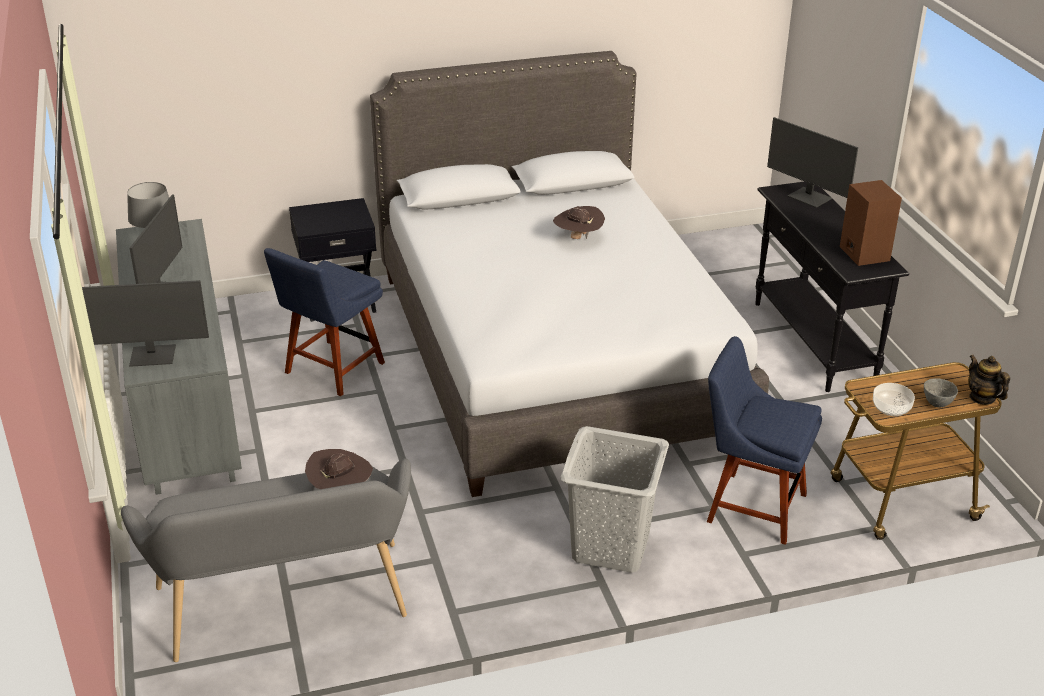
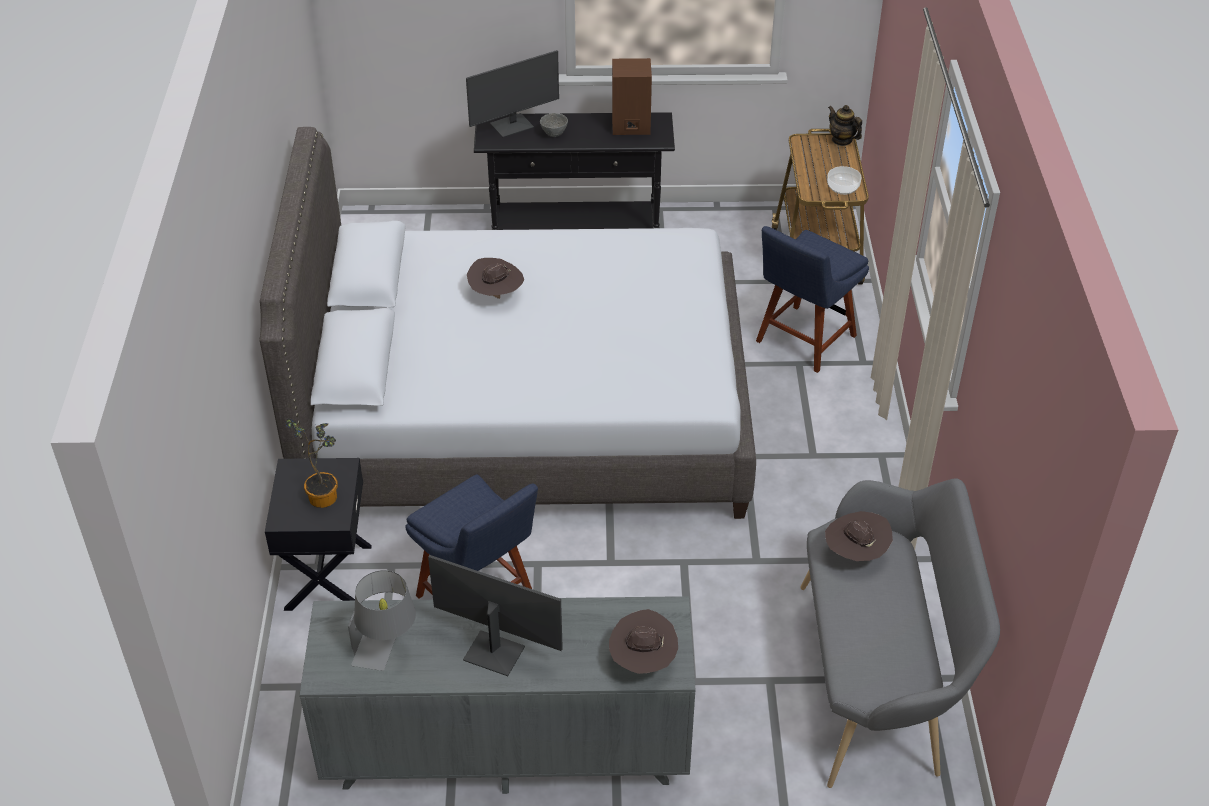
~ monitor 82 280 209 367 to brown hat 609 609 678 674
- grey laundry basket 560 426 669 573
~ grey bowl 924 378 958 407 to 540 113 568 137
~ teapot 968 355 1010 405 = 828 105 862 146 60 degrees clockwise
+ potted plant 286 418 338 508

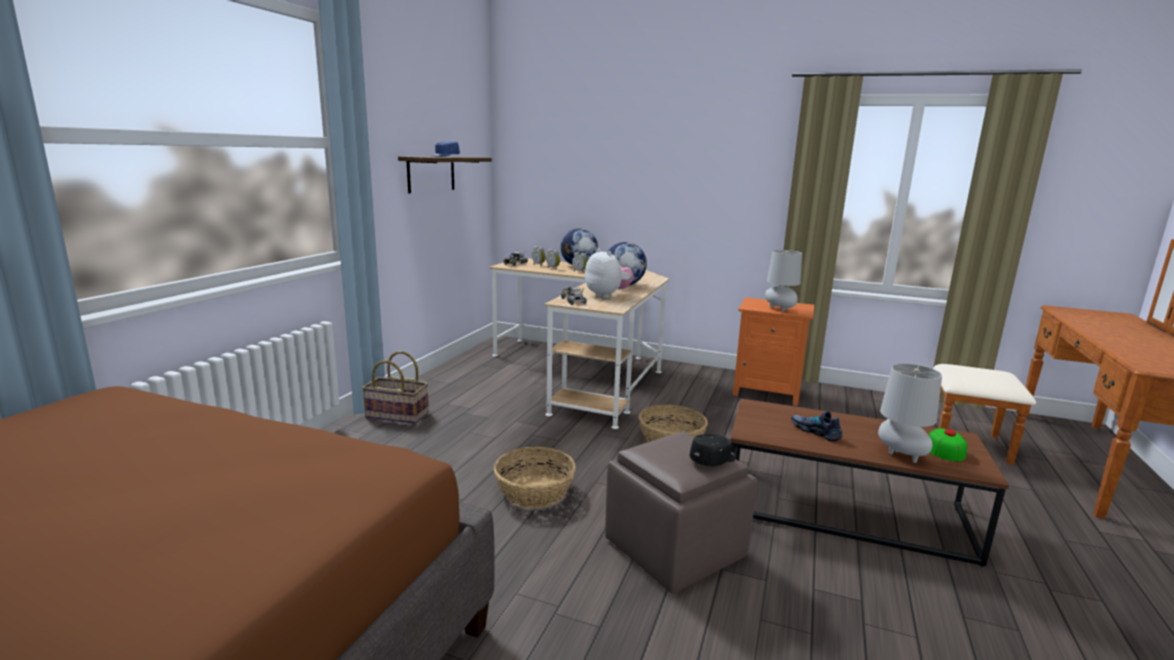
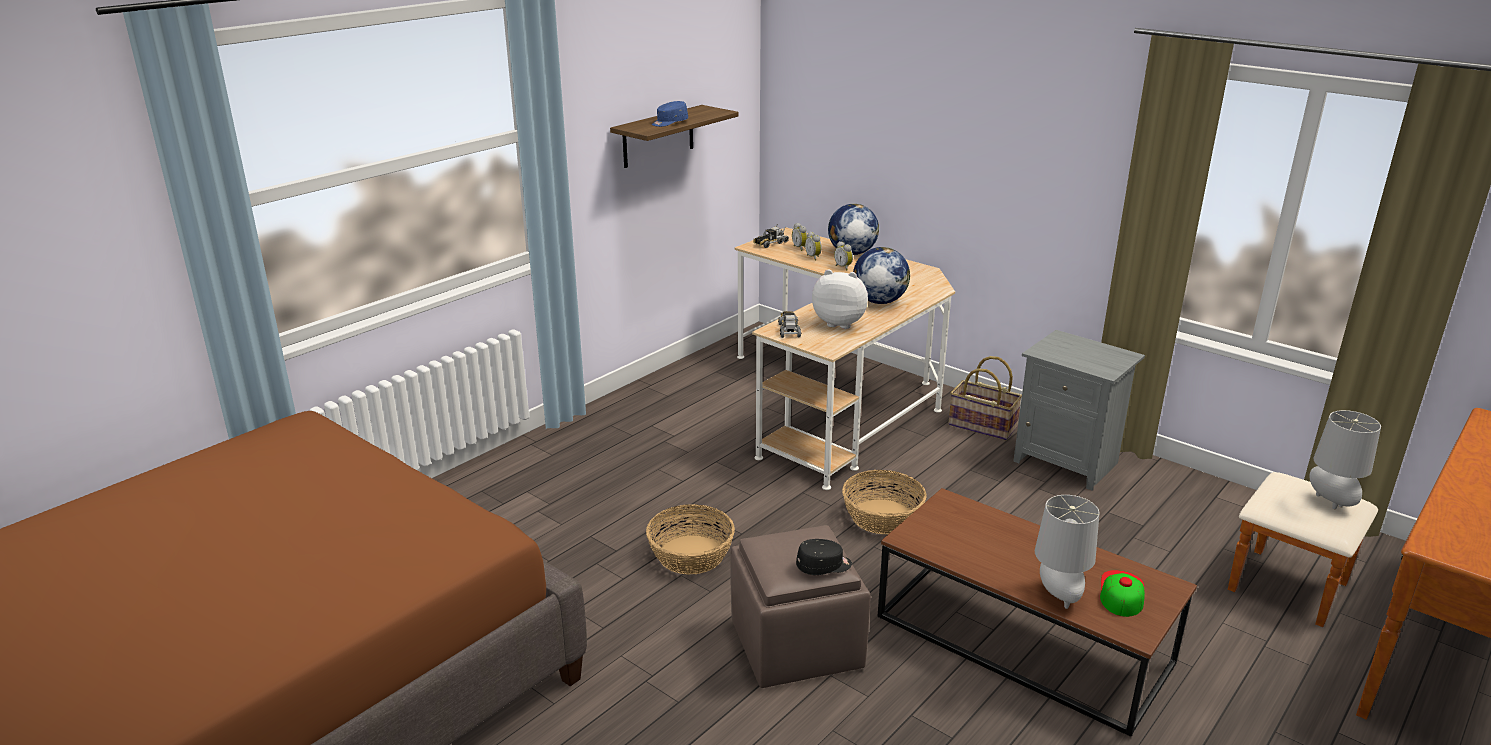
~ basket 362 351 429 424 to 948 356 1022 440
~ plush toy 585 248 634 298 = 812 269 868 329 60 degrees counterclockwise
~ orange nightstand 733 297 814 406 to grey nightstand 1013 330 1145 491
~ grey table lamp 765 250 802 312 to 1309 410 1381 509
- shoe 791 411 842 442

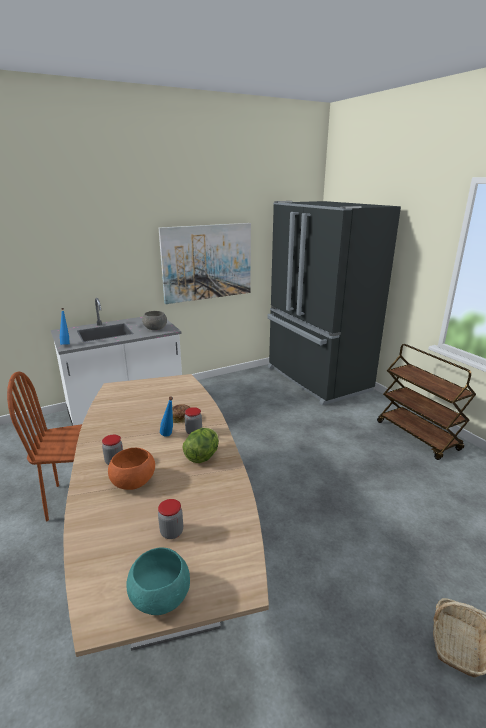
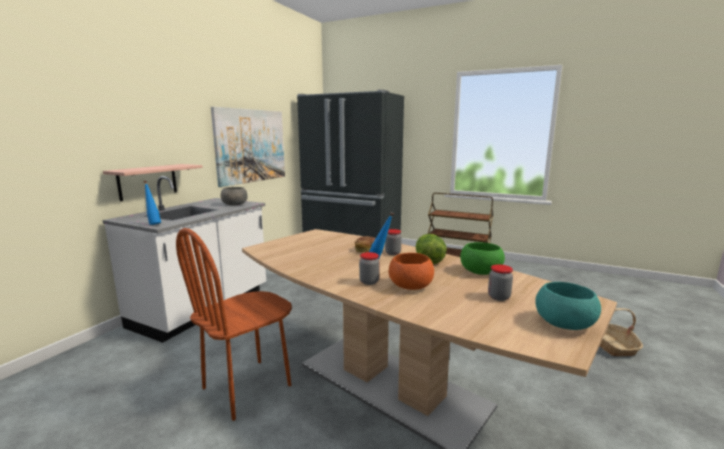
+ shelf 103 164 203 201
+ green bowl 460 242 505 275

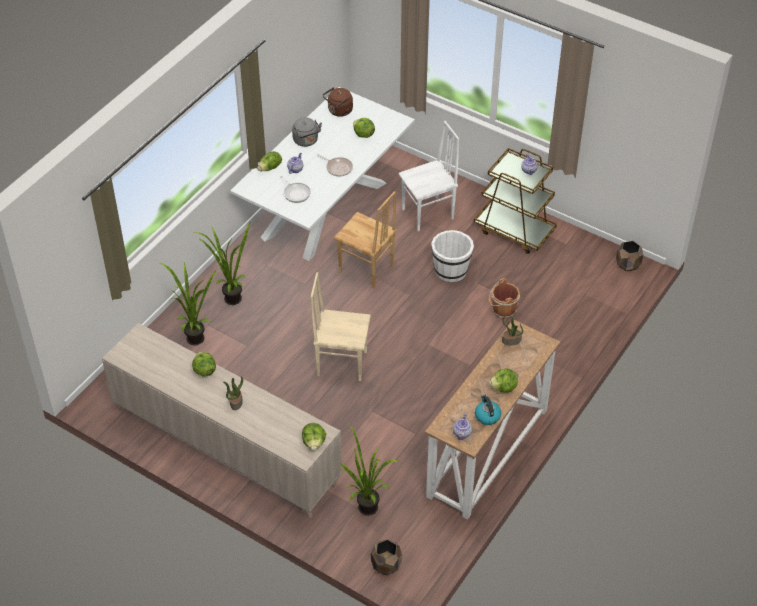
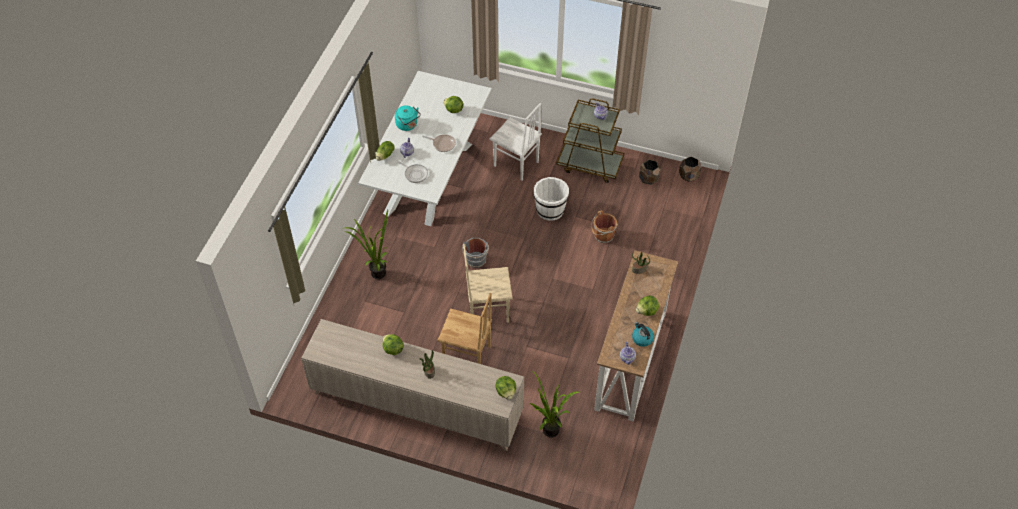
- potted plant 159 262 216 345
~ grey kettle 292 117 322 147 to turquoise kettle 395 105 421 131
- brown kettle 323 87 353 117
~ brown chair 334 191 397 289 to 438 293 492 364
~ brown planter 371 539 402 575 to 639 160 661 185
~ white chair 399 121 459 231 = 490 103 542 181 75 degrees clockwise
+ grey bucket 462 238 489 268

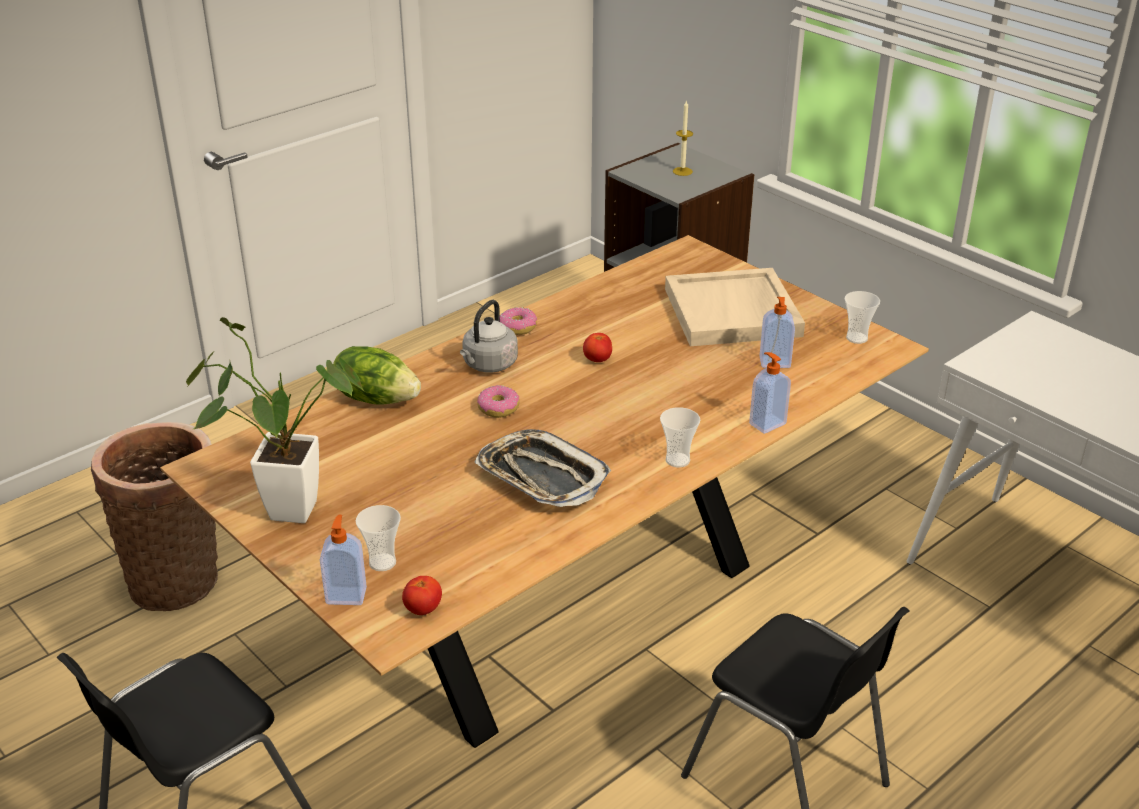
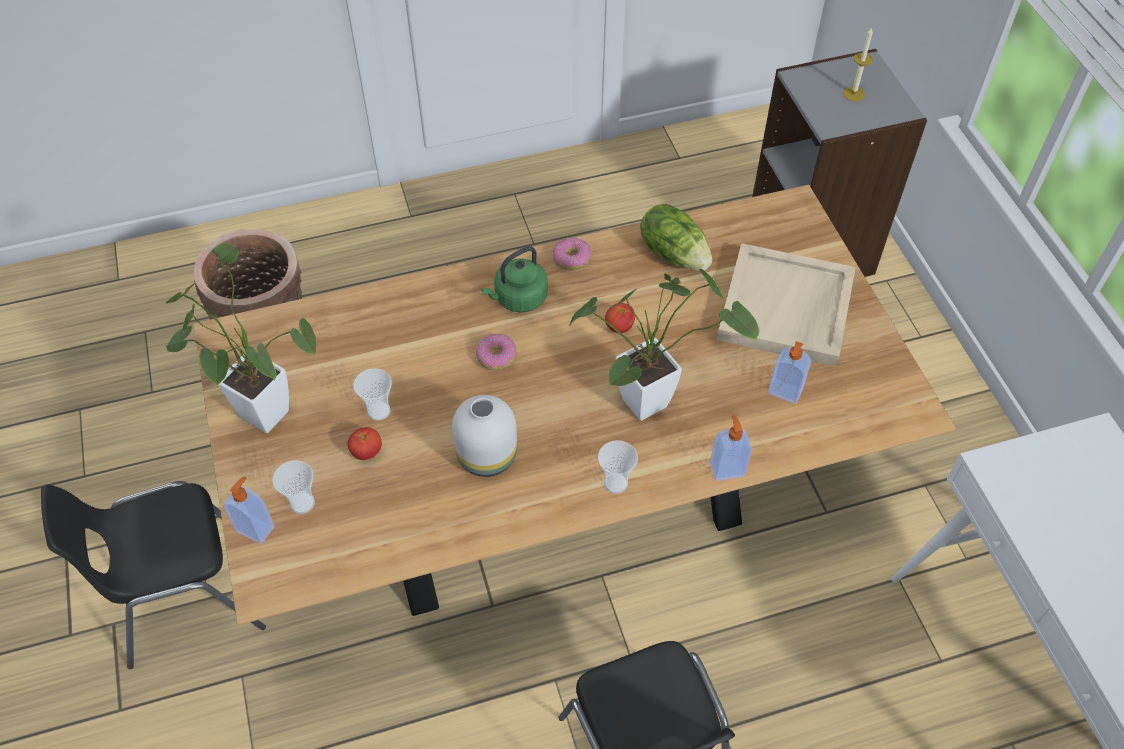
~ lettuce 333 346 421 405 to 640 204 712 271
~ tomato 402 576 442 615 to 347 427 382 460
~ grey kettle 460 300 518 373 to green kettle 481 246 548 312
~ tray 474 429 611 507 to white vase 452 395 517 477
~ cup 845 291 880 344 to 353 368 392 421
+ potted plant 568 269 759 421

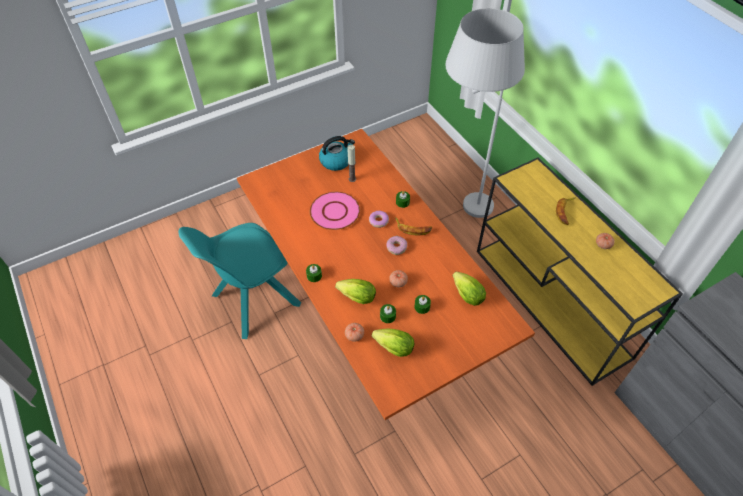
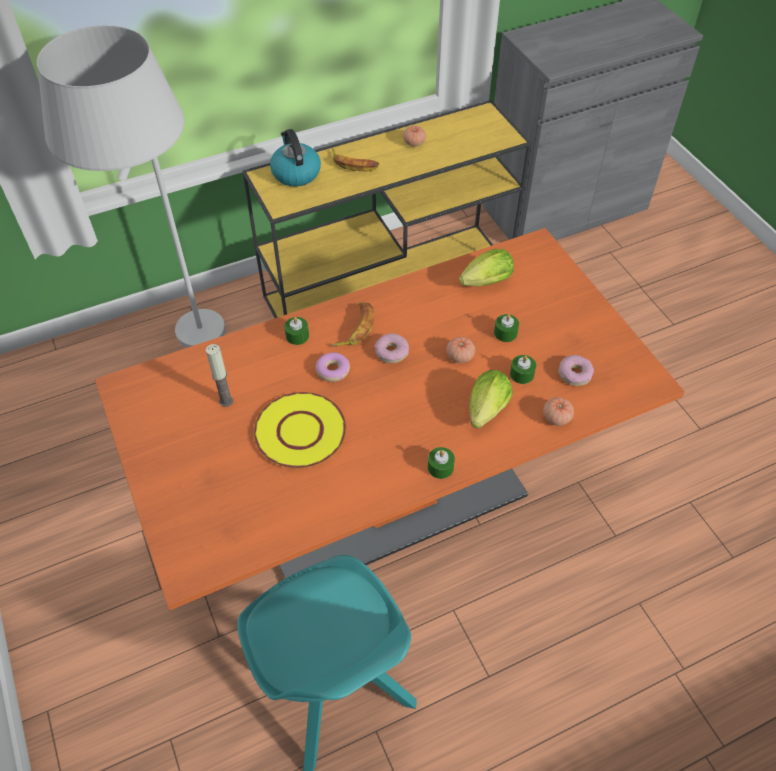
~ pink plate 310 192 360 230 to yellow plate 254 392 346 468
~ kettle 319 136 355 171 to 270 129 321 186
~ lettuce 372 329 414 357 to donut 559 355 594 386

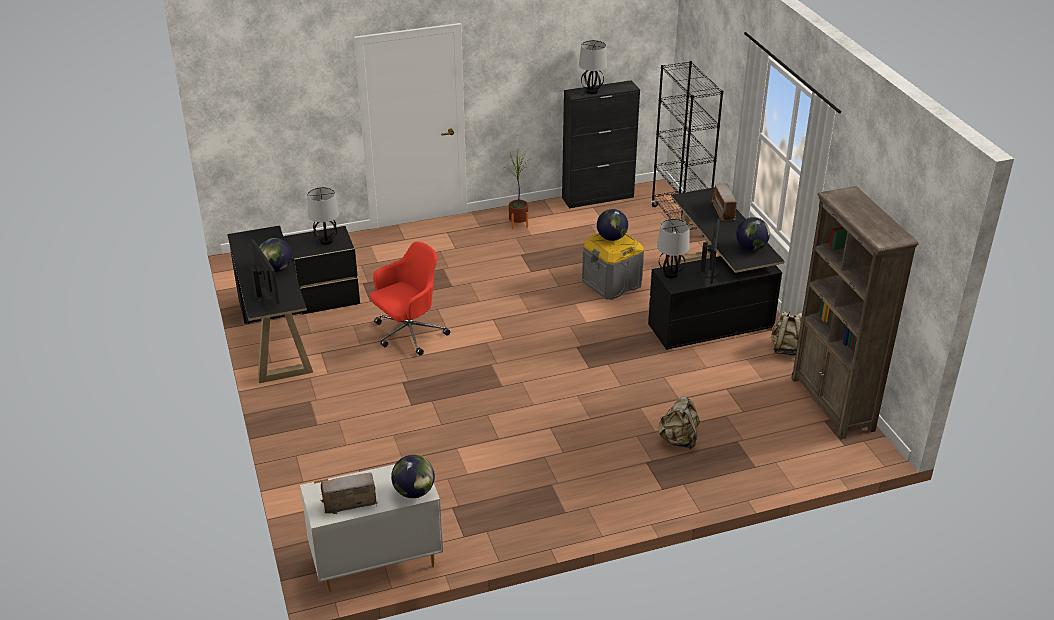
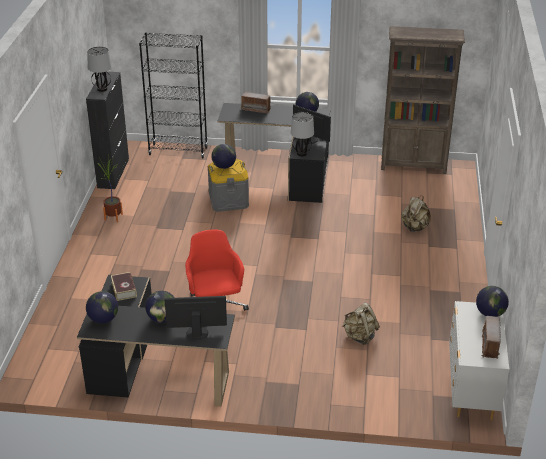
~ table lamp 307 187 339 245 to book 111 272 137 301
~ beige backpack 771 311 802 356 to 342 303 380 345
+ globe 86 291 118 323

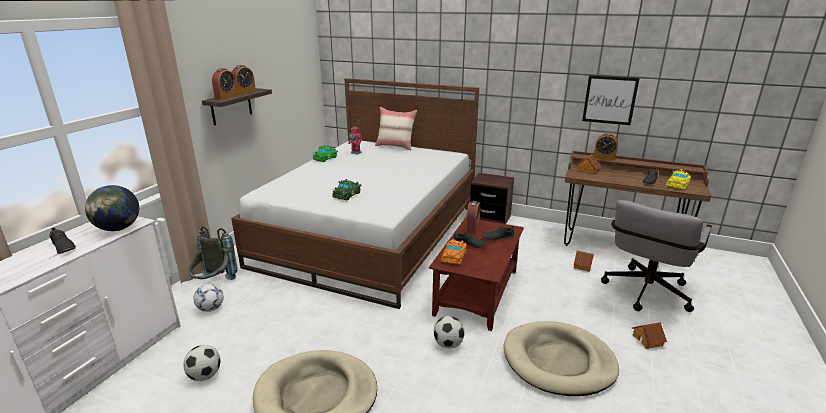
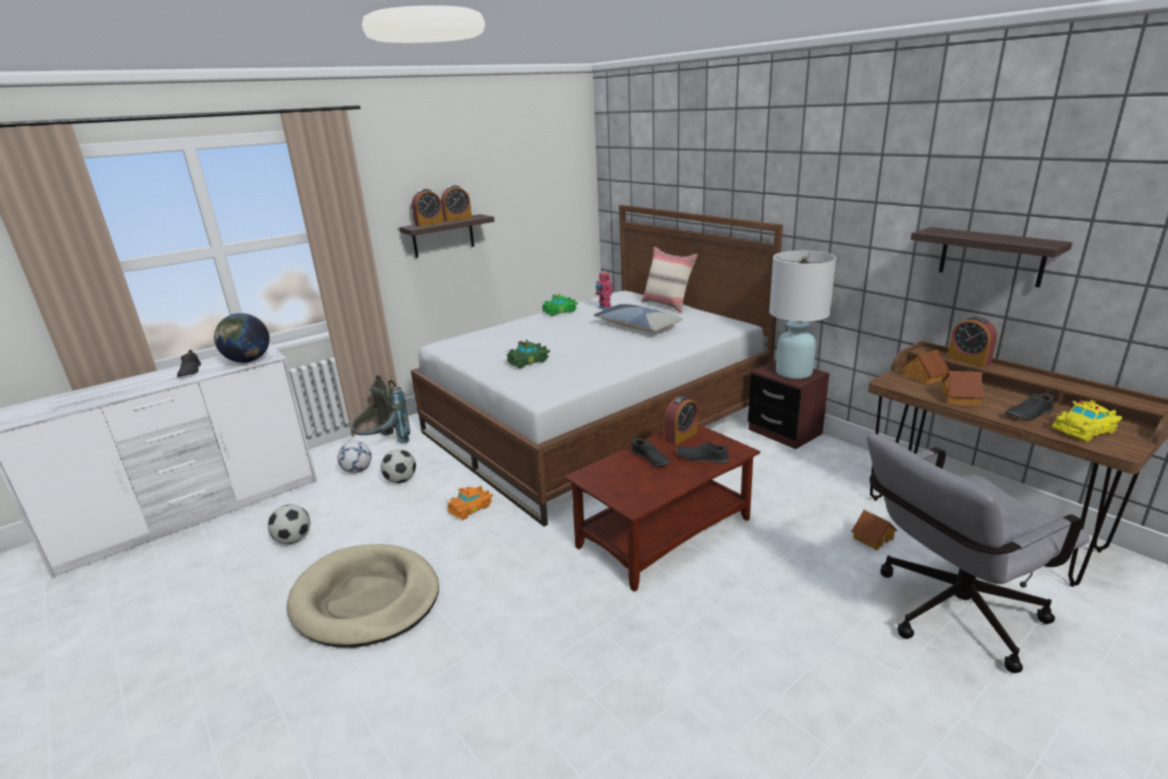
~ football 434 316 465 349 to 381 449 416 483
~ orange toy car 441 239 467 265 to 446 486 493 520
- beige dog bed 504 321 619 396
~ picture 582 75 640 125 to shelf 911 227 1072 287
~ toy house 632 322 667 349 to 942 371 984 406
+ pillow 594 304 683 332
+ white table lamp 769 251 836 379

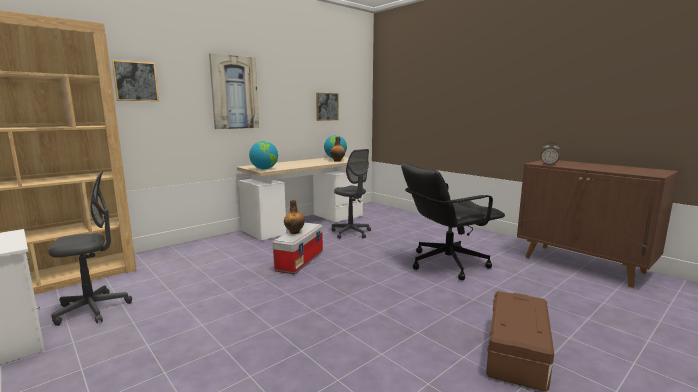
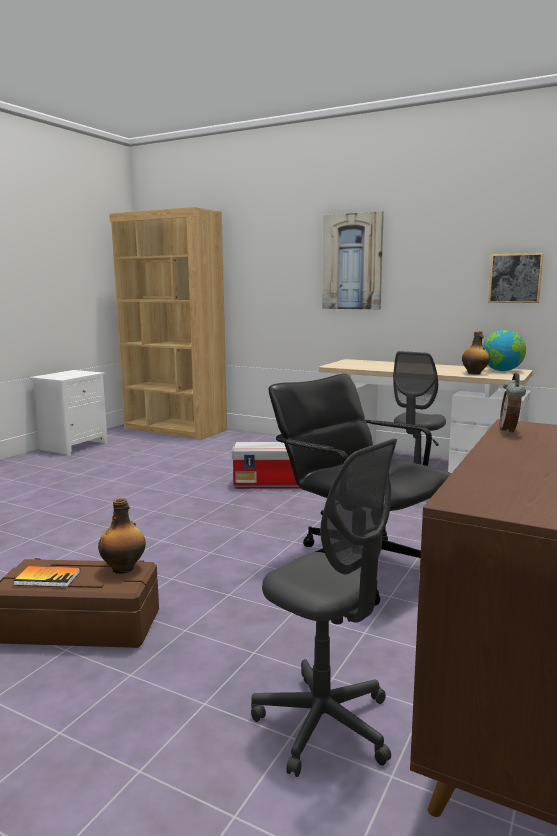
~ grey office chair 48 170 132 326 to 251 438 397 777
- picture 112 60 159 101
- globe 249 141 278 169
~ bottle 284 200 305 234 to 98 498 146 574
+ book 13 566 80 587

